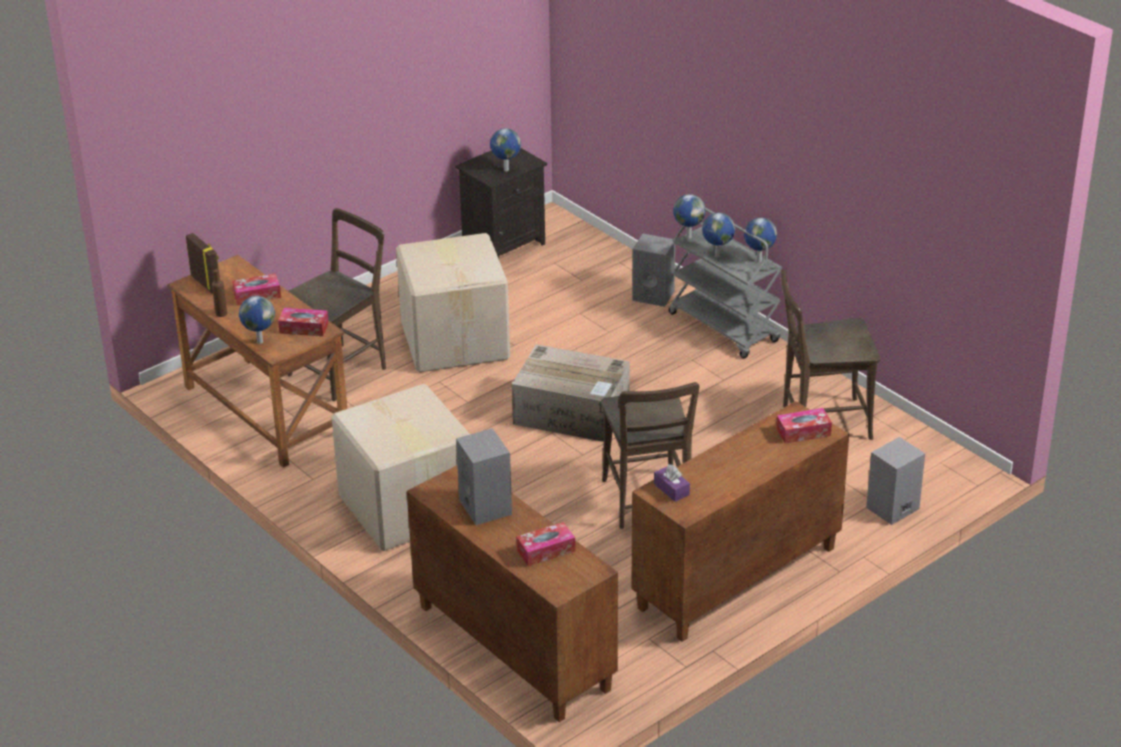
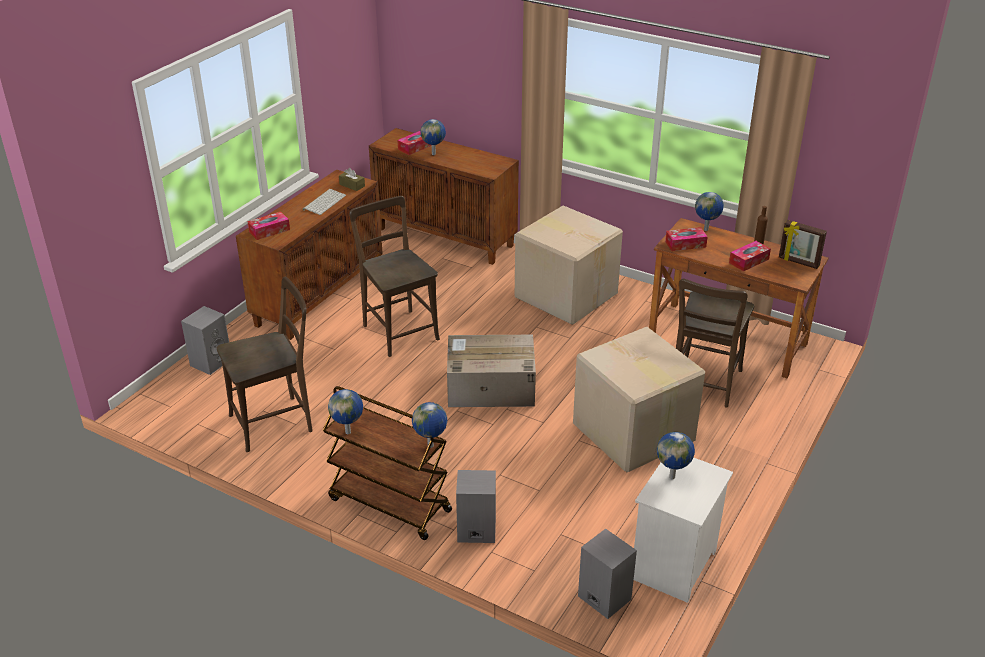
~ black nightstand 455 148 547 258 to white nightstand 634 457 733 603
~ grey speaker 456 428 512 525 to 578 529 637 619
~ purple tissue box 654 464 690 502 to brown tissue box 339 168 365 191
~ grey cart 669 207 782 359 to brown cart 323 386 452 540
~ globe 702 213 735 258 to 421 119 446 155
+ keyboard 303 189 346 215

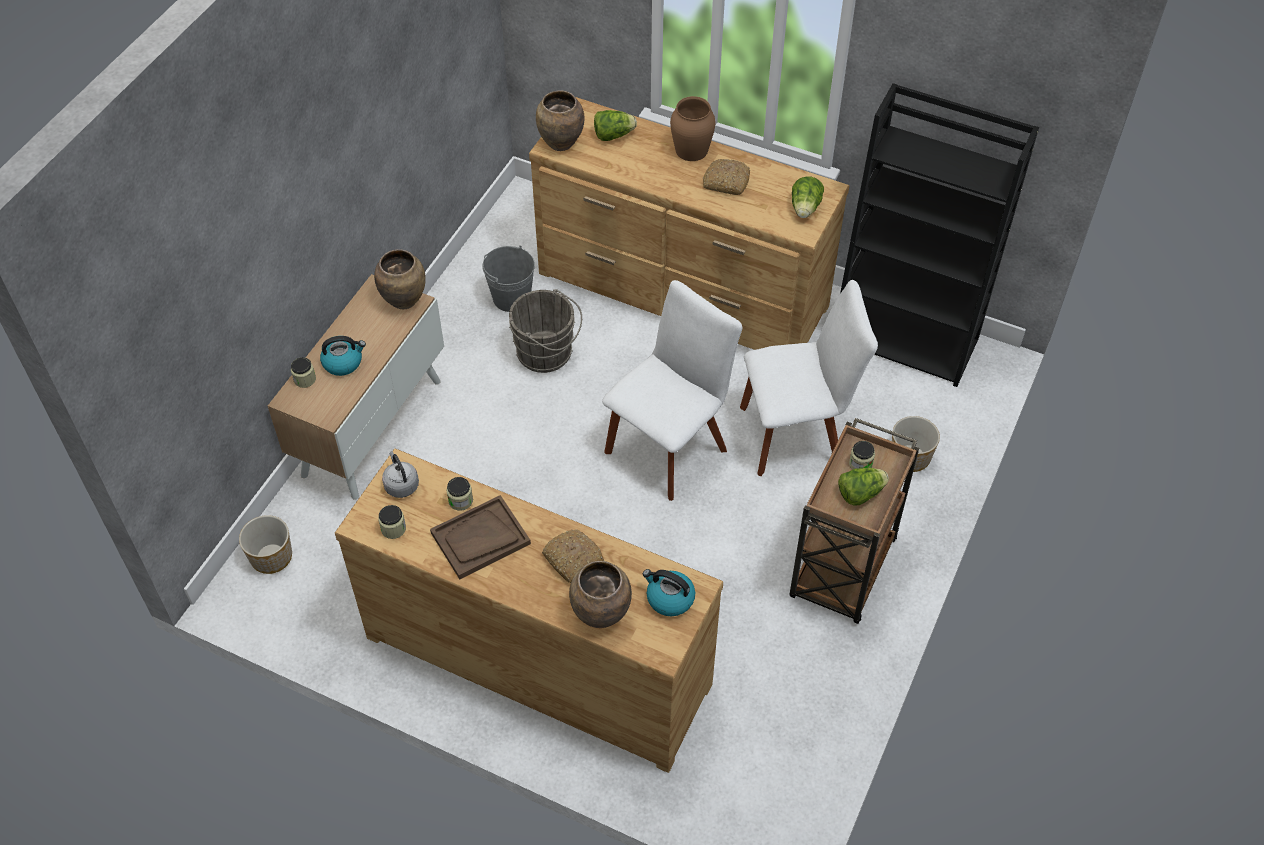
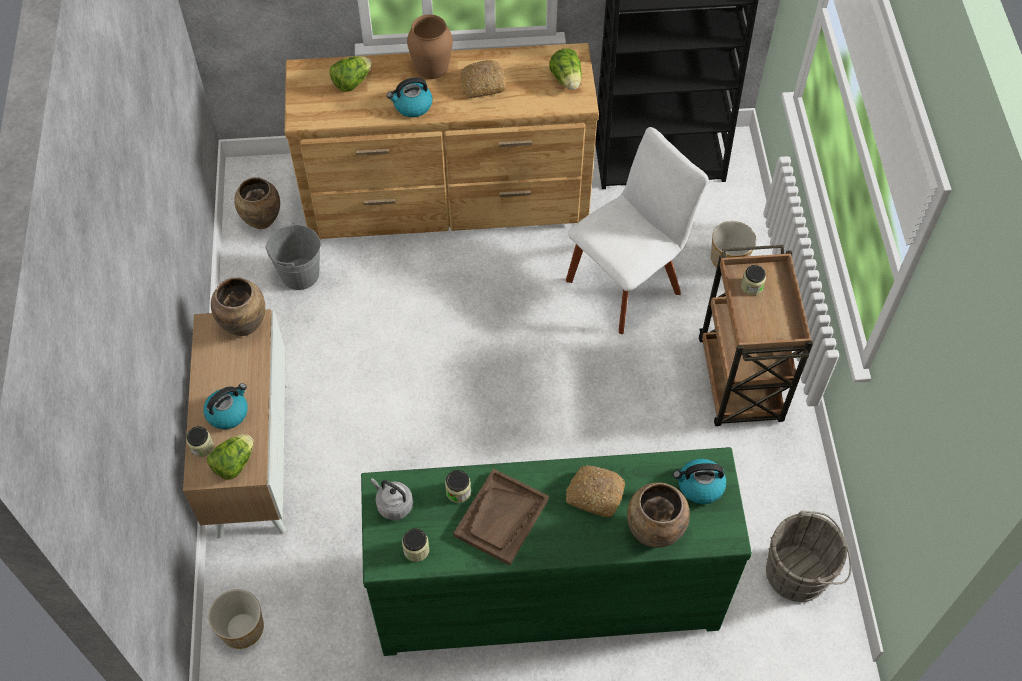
~ brown dresser 335 449 723 773 to green dresser 361 447 752 656
~ grey bucket 509 289 582 373 to 766 510 852 602
~ brown vase 536 90 584 151 to 234 177 280 229
- white chair 602 280 742 501
~ lettuce 838 468 889 506 to 207 434 254 480
+ kettle 387 77 433 117

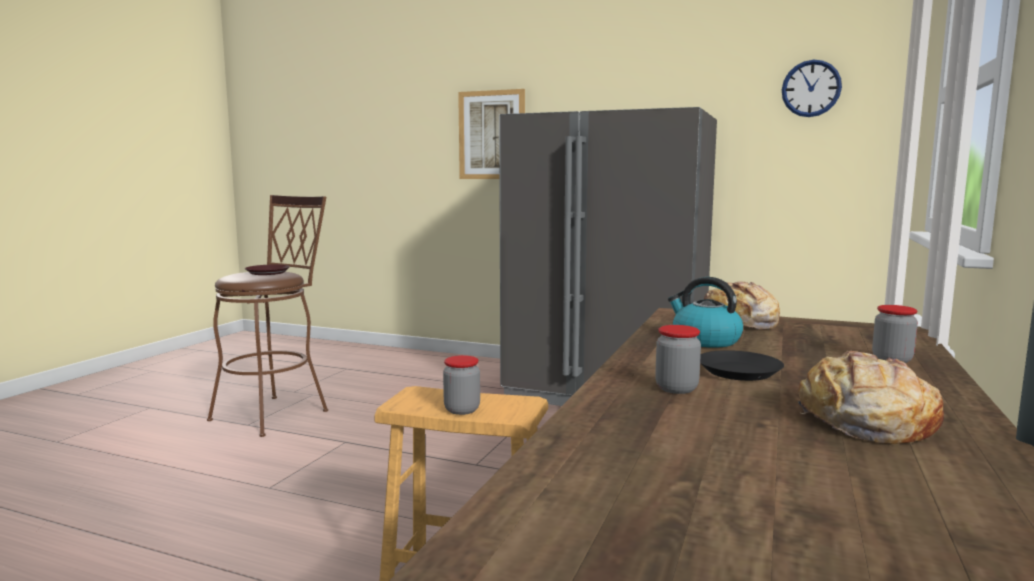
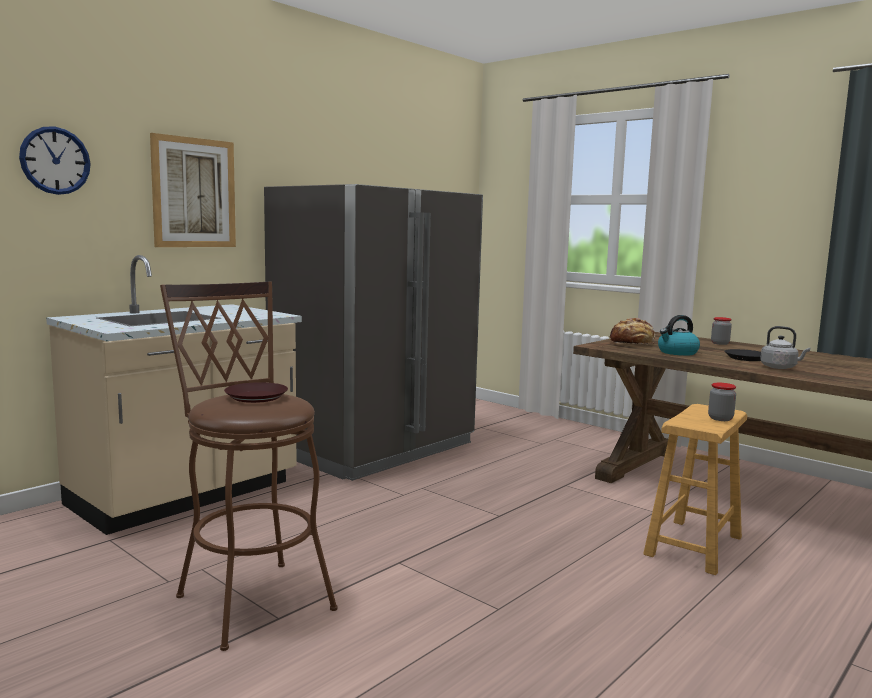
~ jar 655 325 701 394 to grey kettle 760 326 810 369
~ wall clock 782 60 842 117 to 19 126 91 195
- bread 798 351 944 444
+ beige counter 46 255 302 535

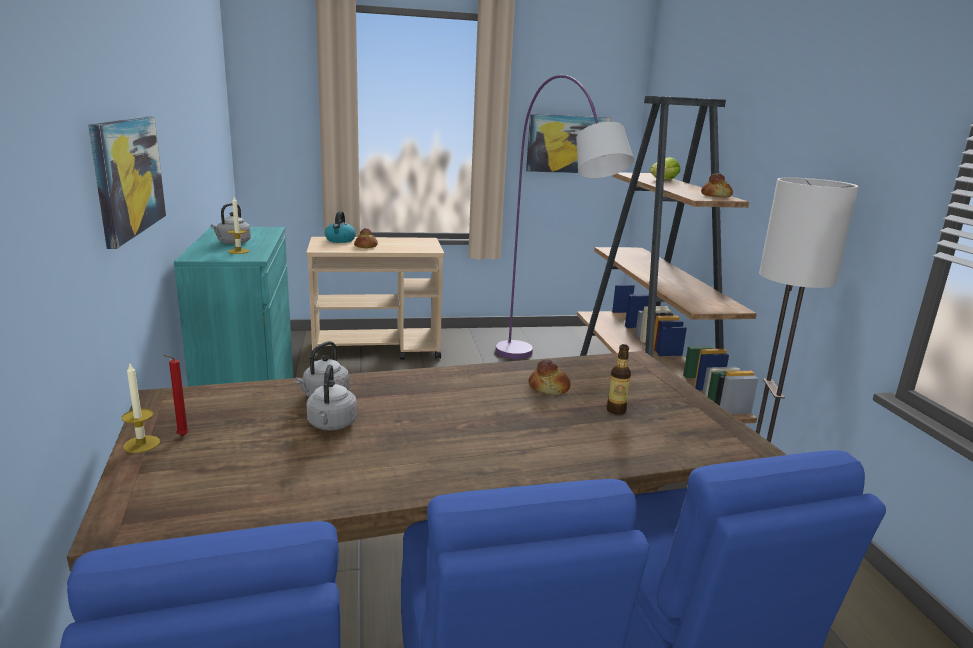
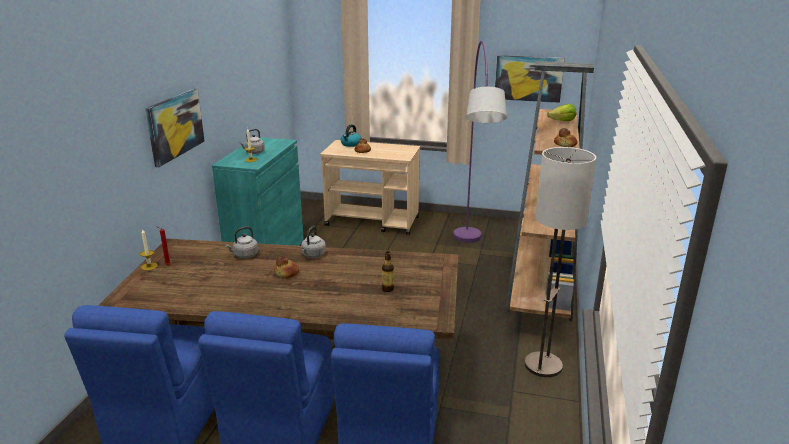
~ grey kettle 307 364 357 430 to 301 226 326 258
~ bread 528 359 571 395 to 274 256 299 278

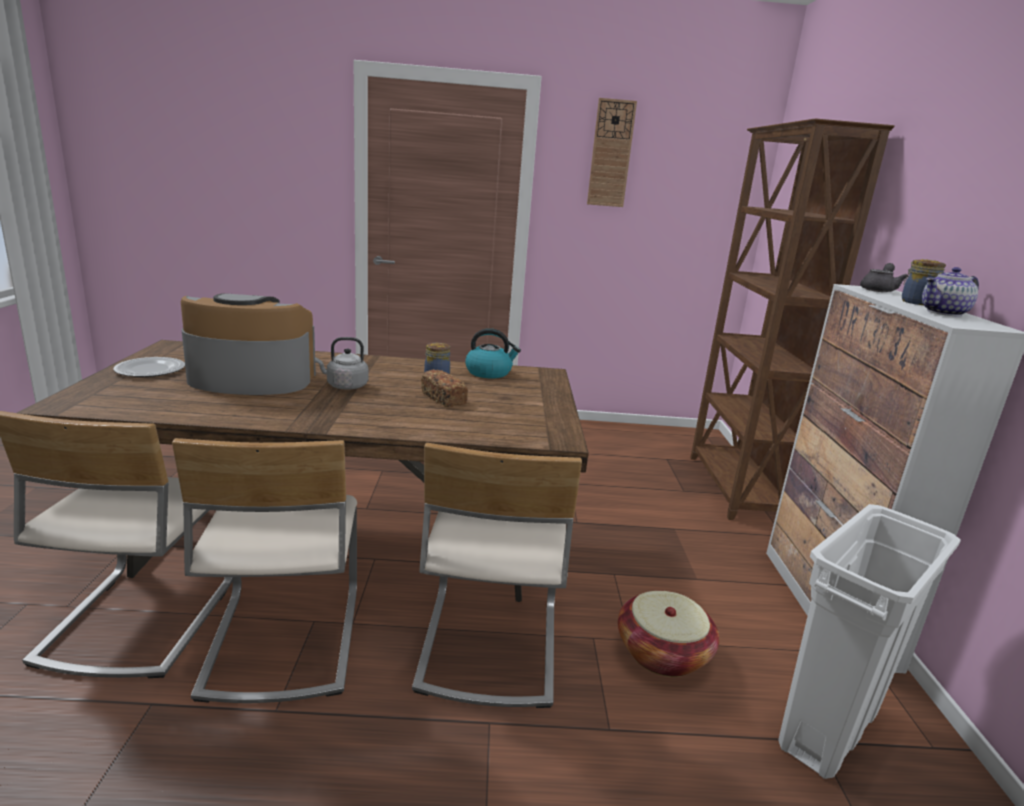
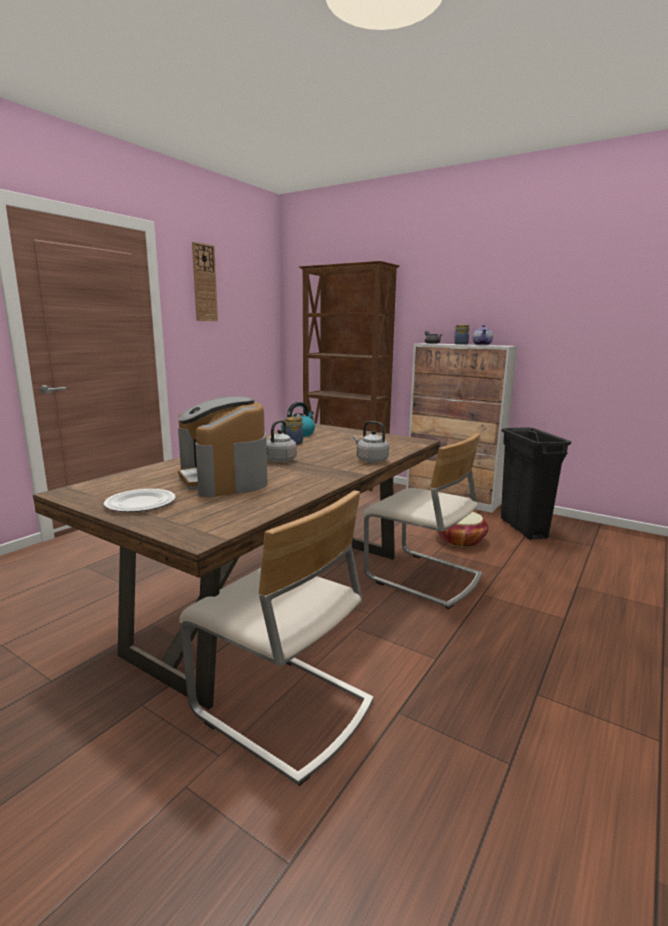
- beige chair 172 438 357 703
~ coffee machine 181 293 316 395 = 178 396 267 497 60 degrees counterclockwise
- bread 421 369 468 407
~ white trash can 778 504 961 779 to black trash can 501 428 572 540
+ grey kettle 353 421 389 463

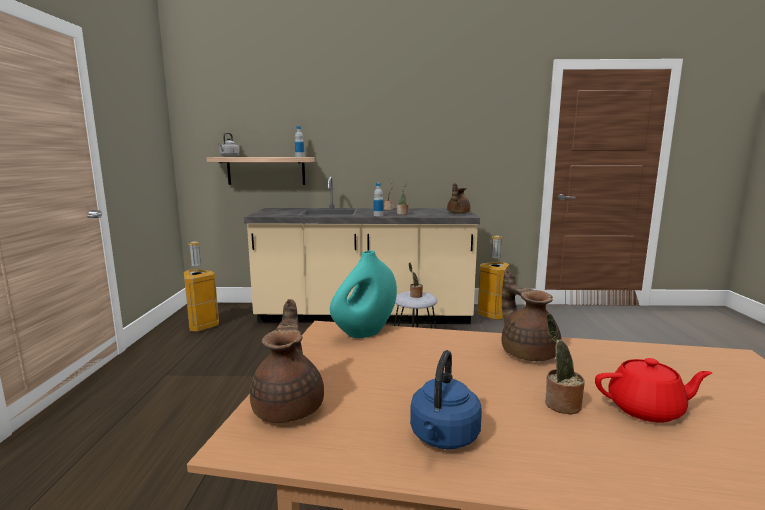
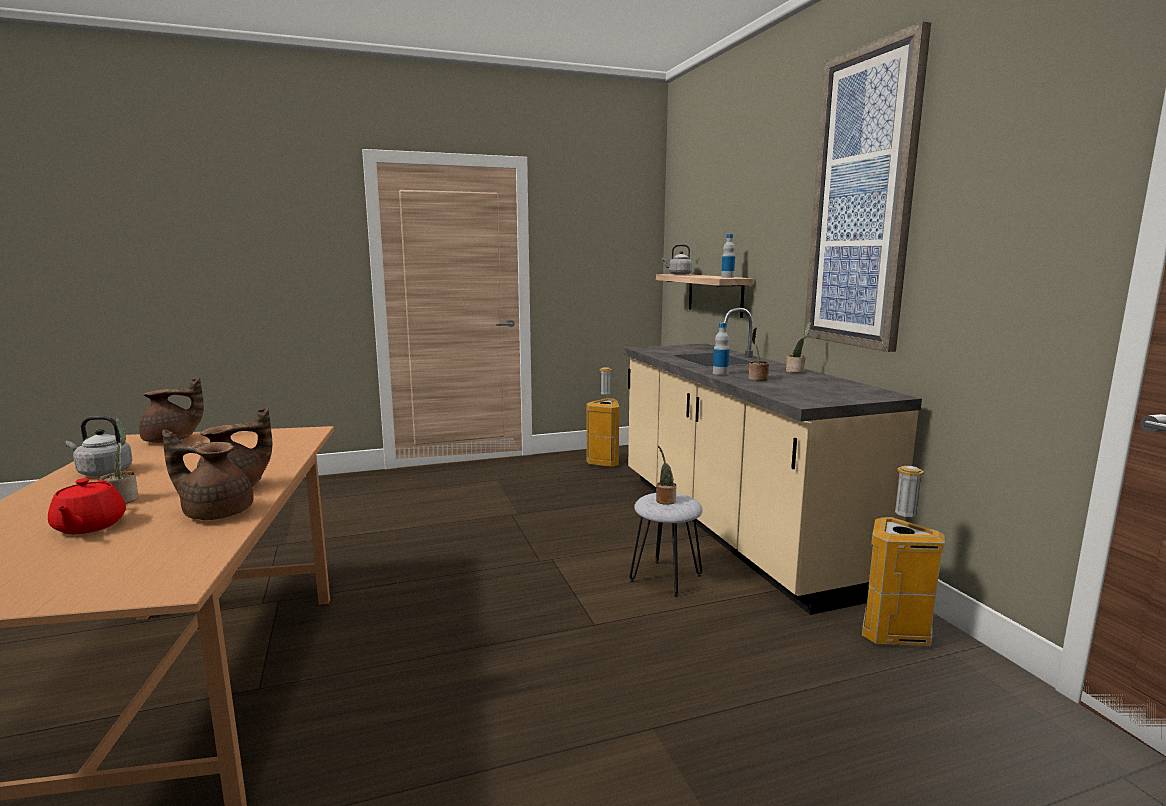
- turquoise vase 330 251 397 338
~ blue kettle 410 350 482 449 to grey kettle 65 416 133 476
~ brown teapot 447 183 470 214 to 162 430 253 520
+ picture 804 21 931 352

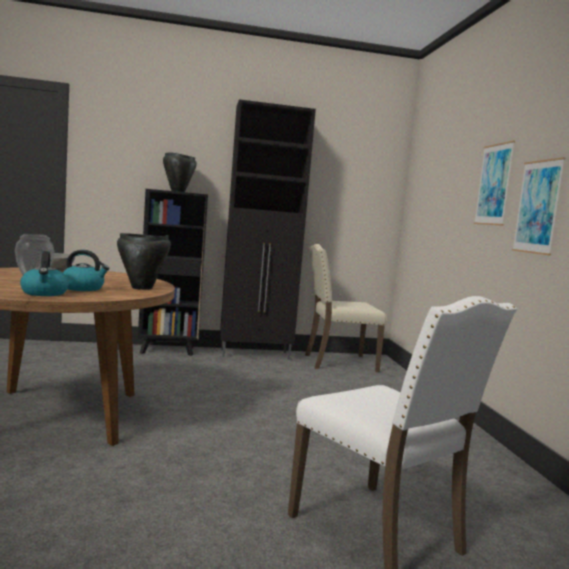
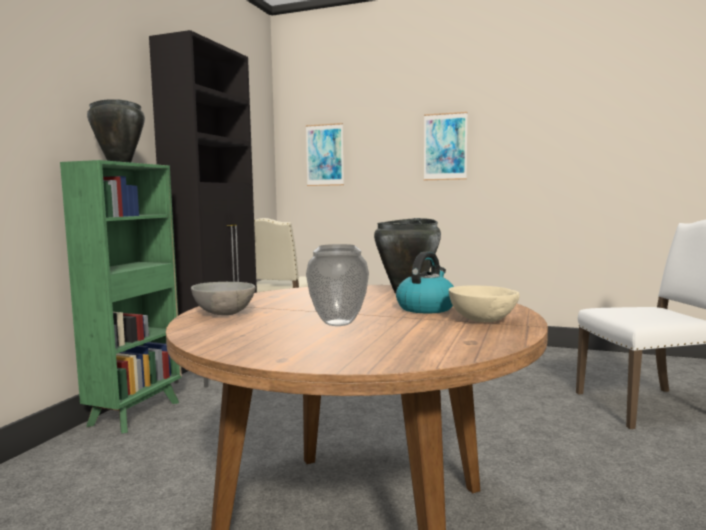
~ kettle 20 251 69 296 to beige bowl 449 286 520 322
~ black bookcase 138 189 208 356 to green bookcase 60 160 182 433
~ picture 512 157 565 256 to 306 123 344 186

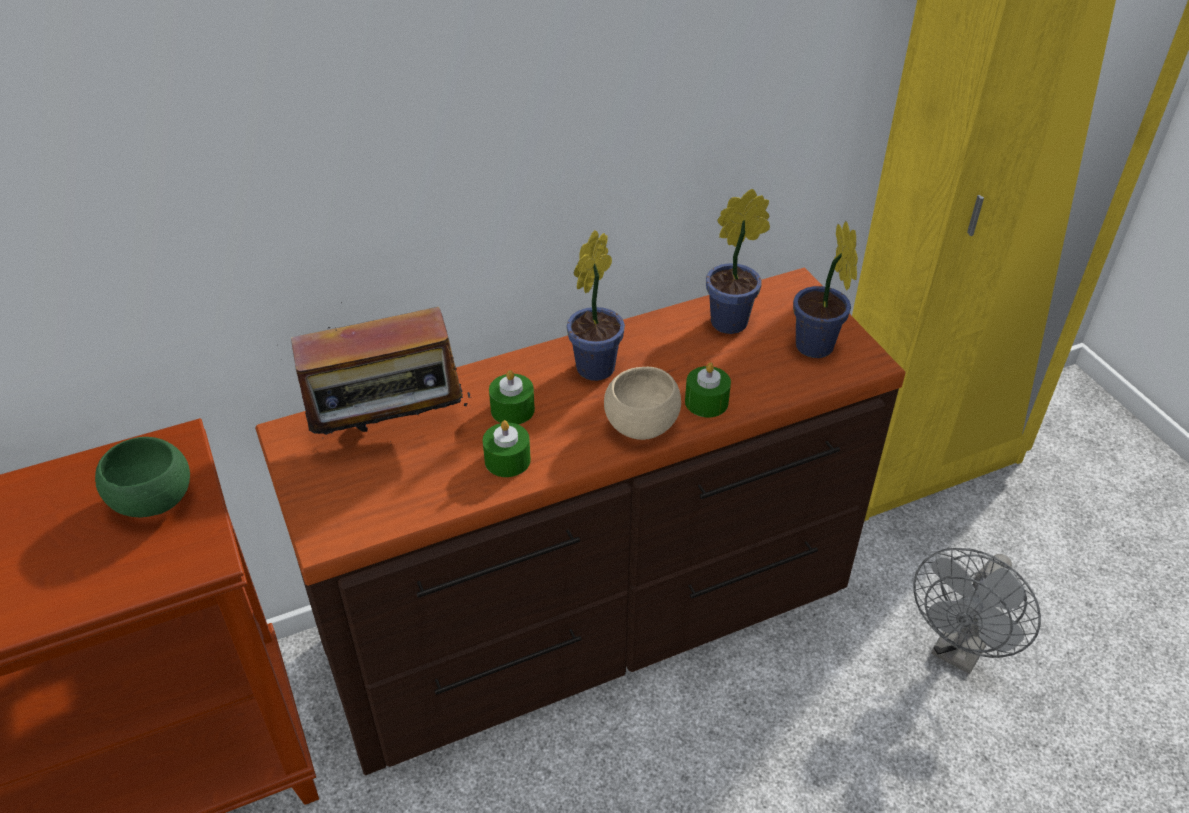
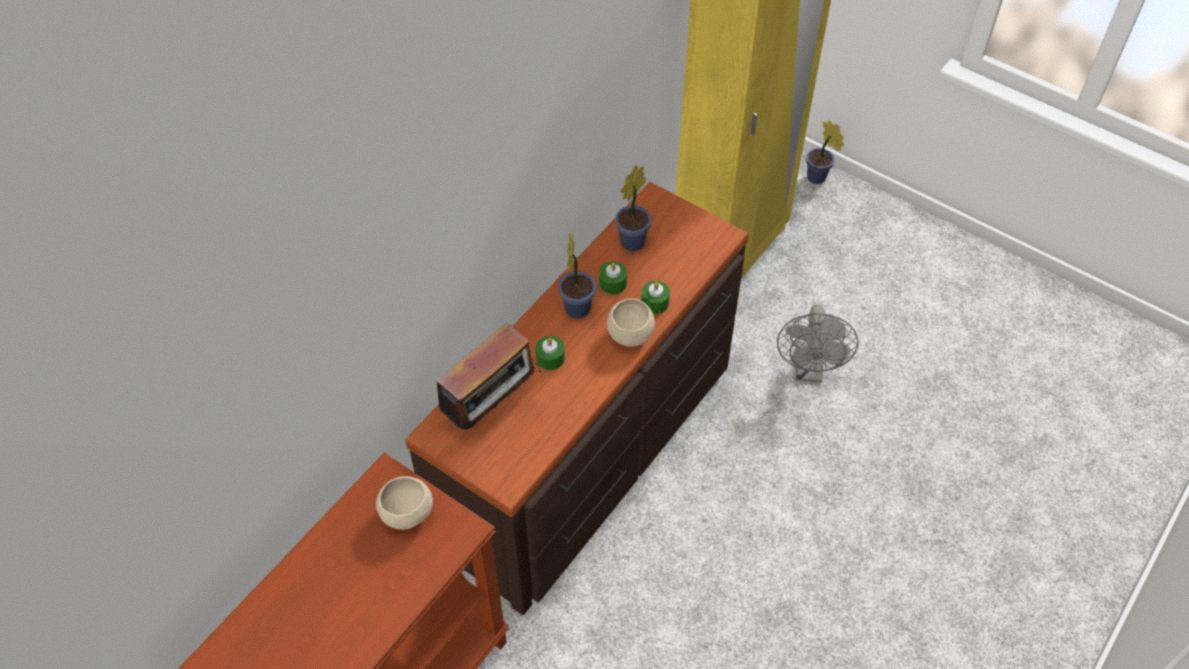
~ green bowl 95 437 190 517 to beige bowl 376 476 433 530
~ green candle 483 420 531 477 to 599 262 627 295
~ potted plant 793 221 858 358 to 806 120 844 184

